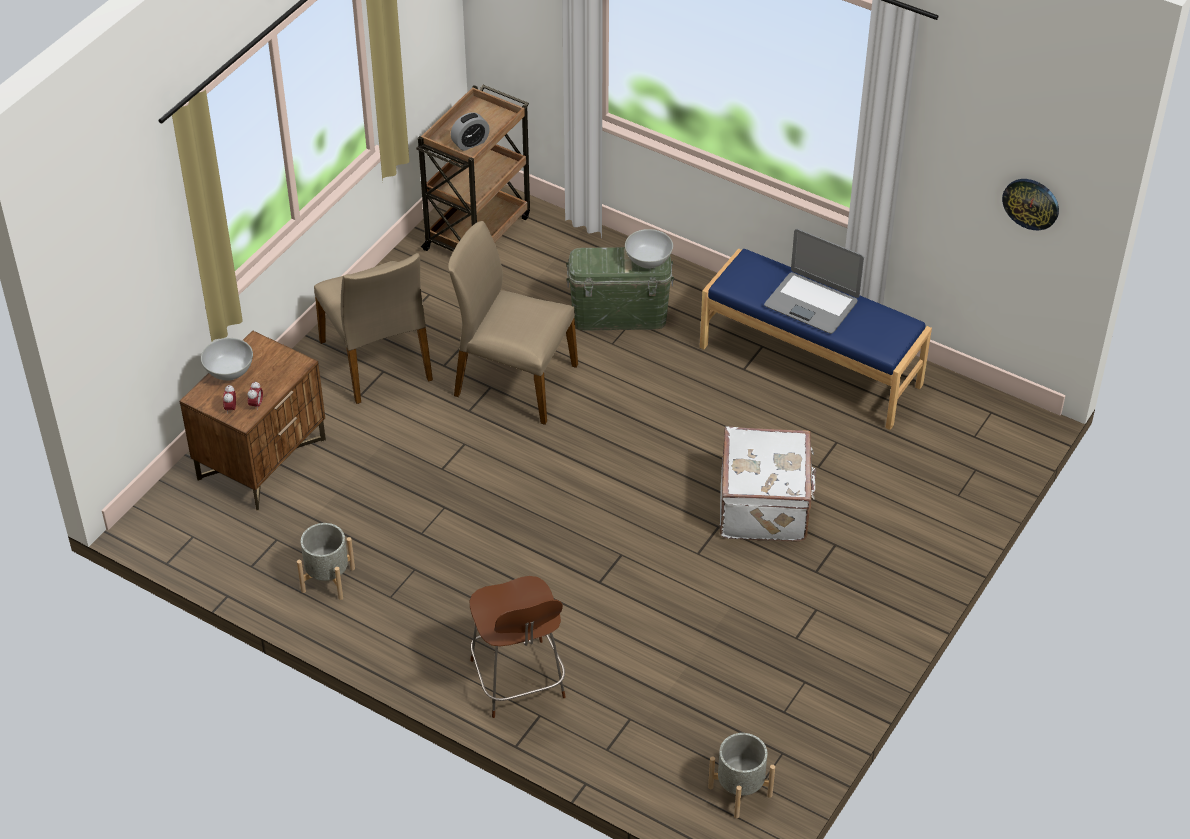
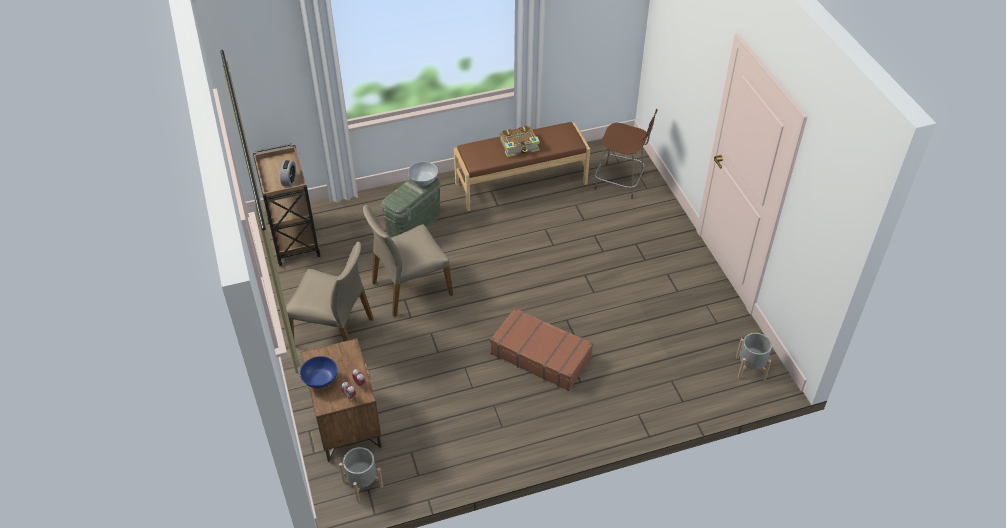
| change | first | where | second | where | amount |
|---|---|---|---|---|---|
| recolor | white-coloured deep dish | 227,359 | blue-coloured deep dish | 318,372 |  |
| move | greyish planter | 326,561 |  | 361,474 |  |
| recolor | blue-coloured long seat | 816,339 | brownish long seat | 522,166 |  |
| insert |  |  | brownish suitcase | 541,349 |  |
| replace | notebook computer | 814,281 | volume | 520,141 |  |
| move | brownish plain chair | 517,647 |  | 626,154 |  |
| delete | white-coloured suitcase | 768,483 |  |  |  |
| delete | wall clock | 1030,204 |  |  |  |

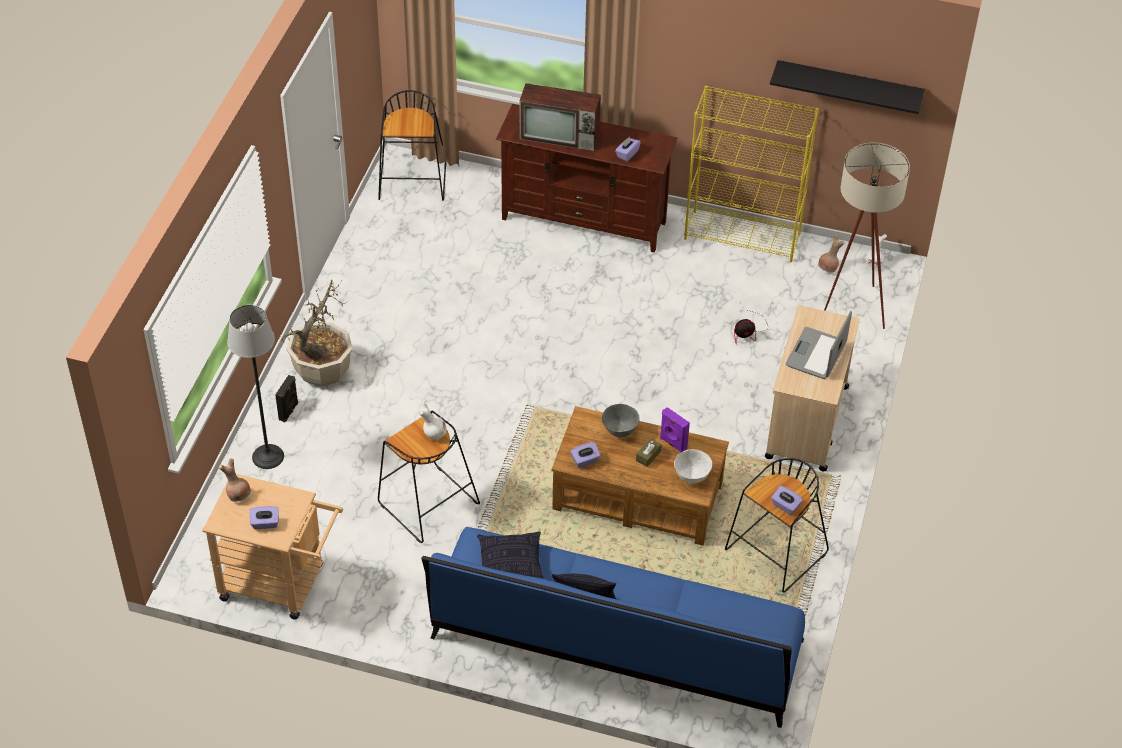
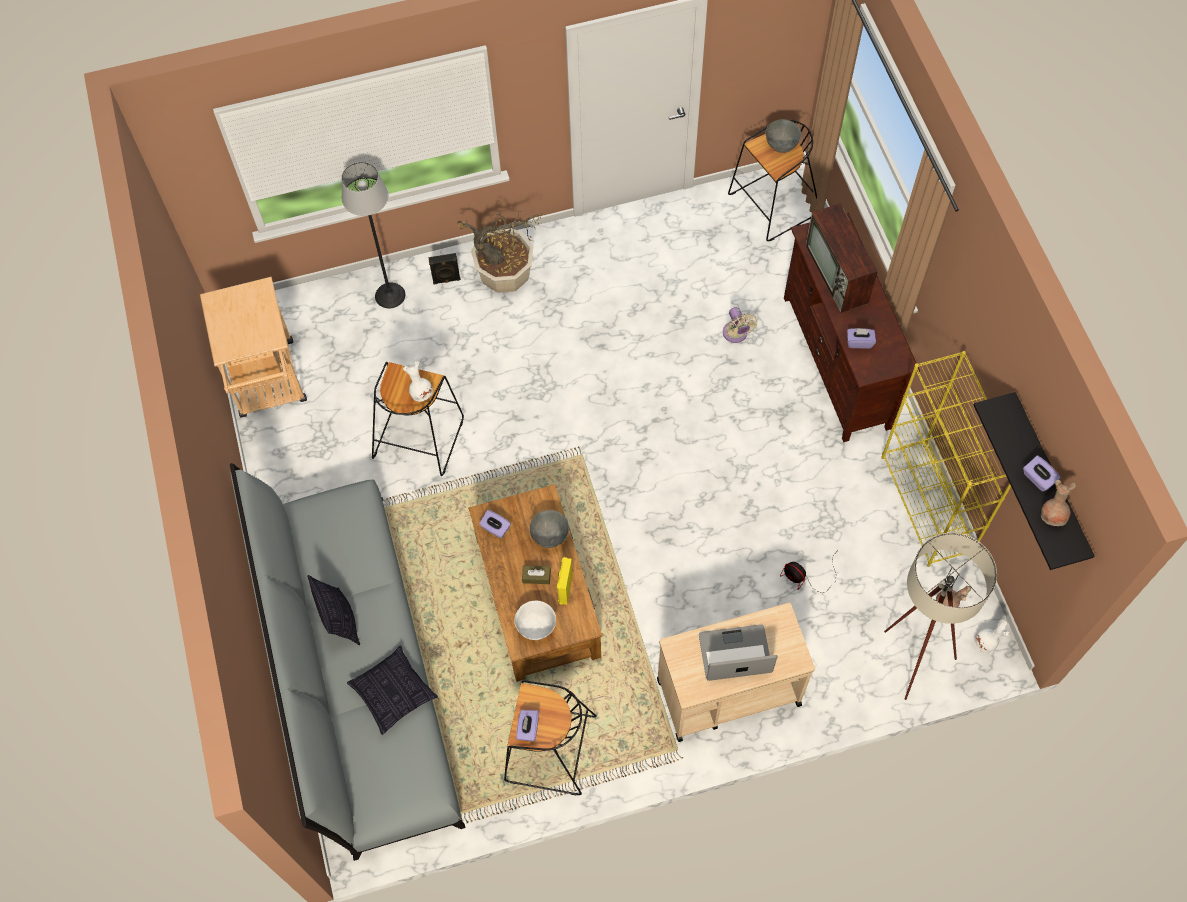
| change | first | where | second | where | amount |
|---|---|---|---|---|---|
| recolor | blue-coloured couch | 613,627 | greyish couch | 347,662 |  |
| move | pillow | 510,555 |  | 392,690 |  |
| recolor | purple-coloured audio speaker | 675,429 | yellowish audio speaker | 565,581 |  |
| insert |  |  | beige fan | 740,325 |  |
| insert |  |  | greyish deep dish | 783,136 |  |
| move | purple-coloured tissue box | 264,517 |  | 1042,473 |  |
| move | brownish flower vase | 235,480 |  | 1058,503 |  |

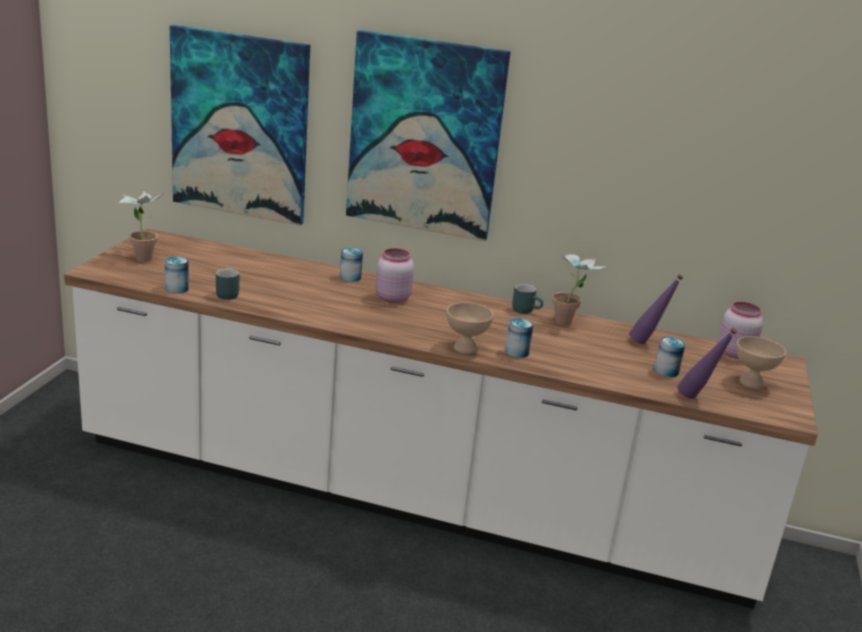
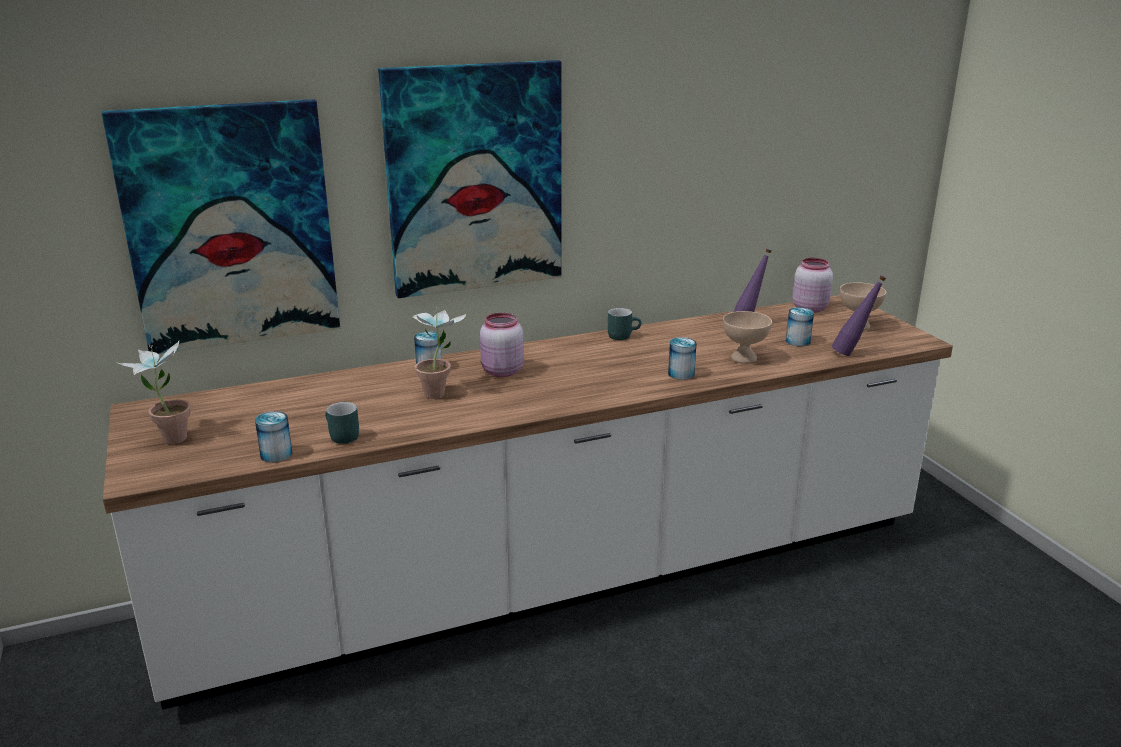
| change | first | where | second | where | amount |
|---|---|---|---|---|---|
| move | potted plant | 579,288 |  | 439,353 |  |
| move | beige deep dish | 470,328 |  | 747,337 |  |

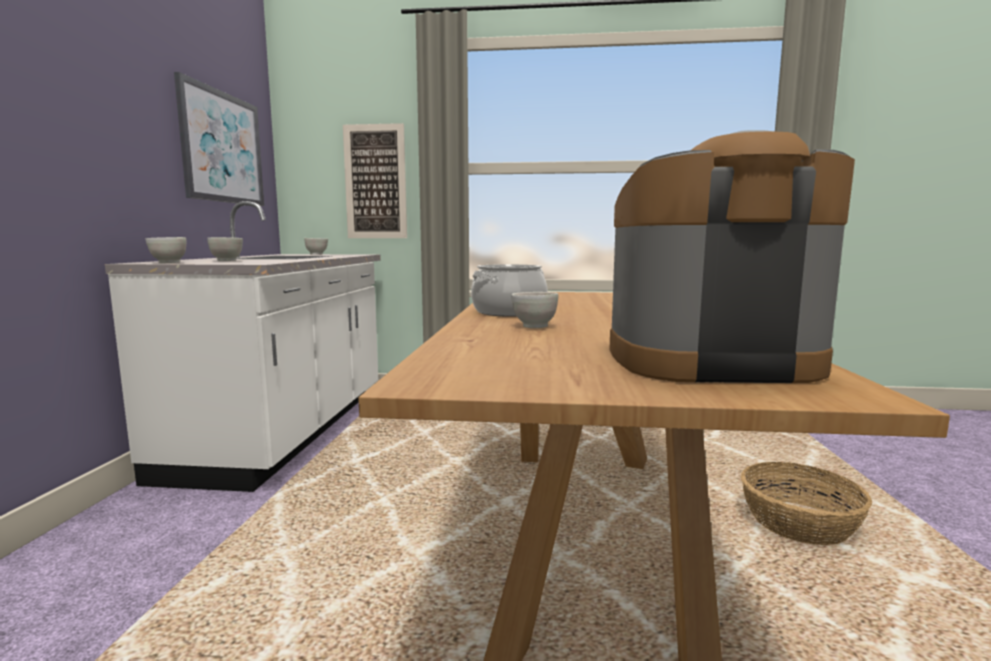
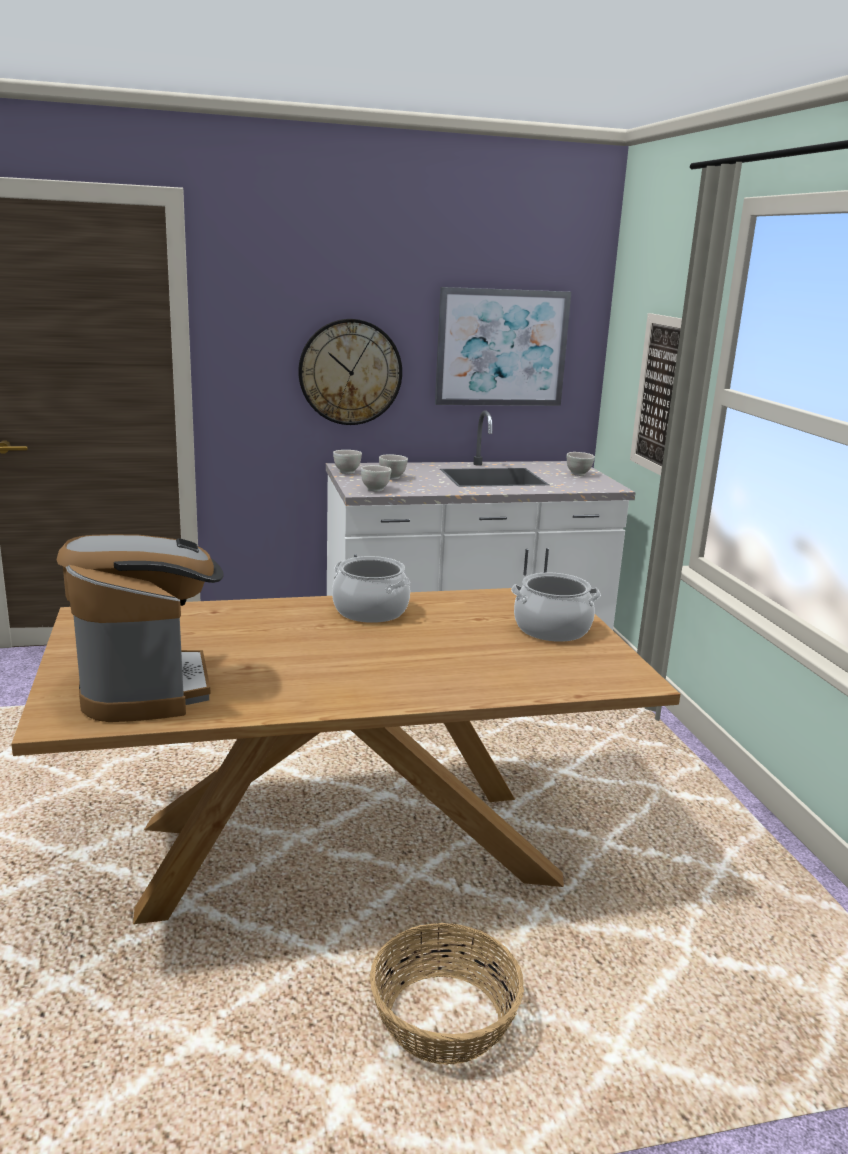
| change | first | where | second | where | amount |
|---|---|---|---|---|---|
| insert |  |  | wall clock | 350,372 |  |
| move | white-coloured deep dish | 534,310 |  | 376,478 |  |
| insert |  |  | stockpot | 556,607 |  |

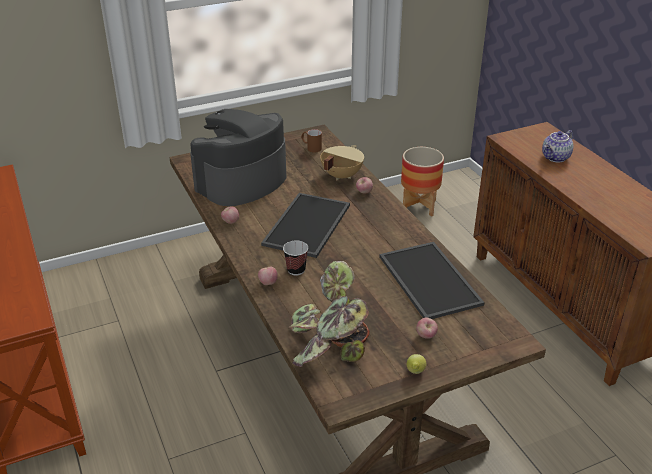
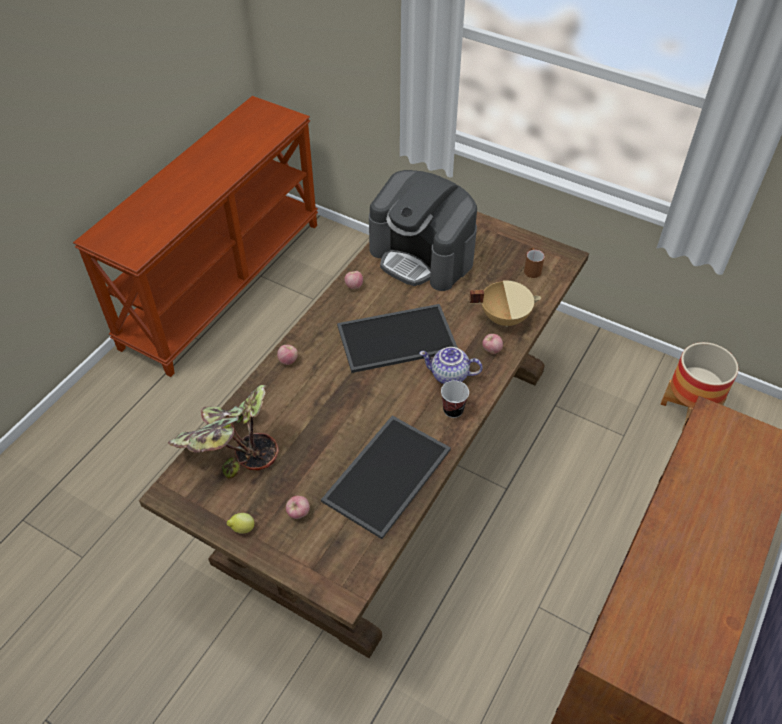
| change | first | where | second | where | amount |
|---|---|---|---|---|---|
| rotate | coffee machine | 238,157 |  | 423,230 | 150 degrees counterclockwise |
| move | pot for tea | 557,146 |  | 450,365 |  |
| move | cup | 295,258 |  | 455,399 |  |

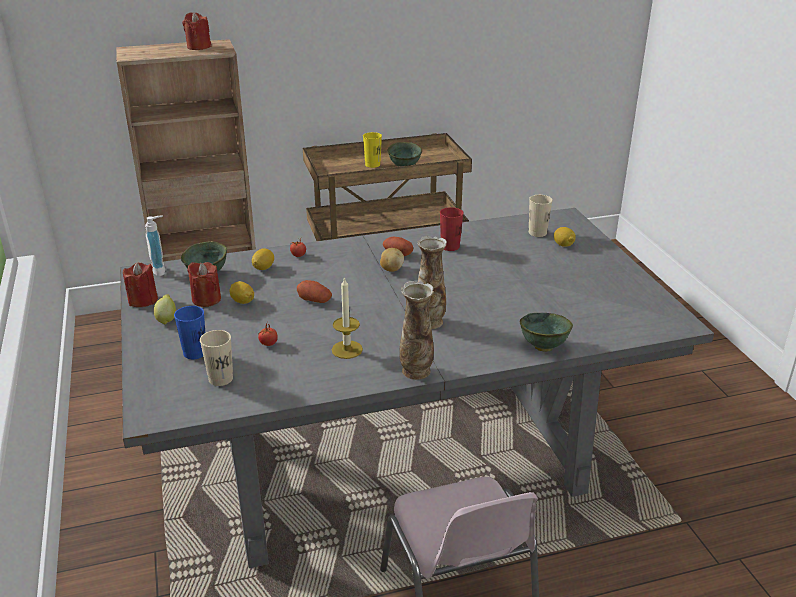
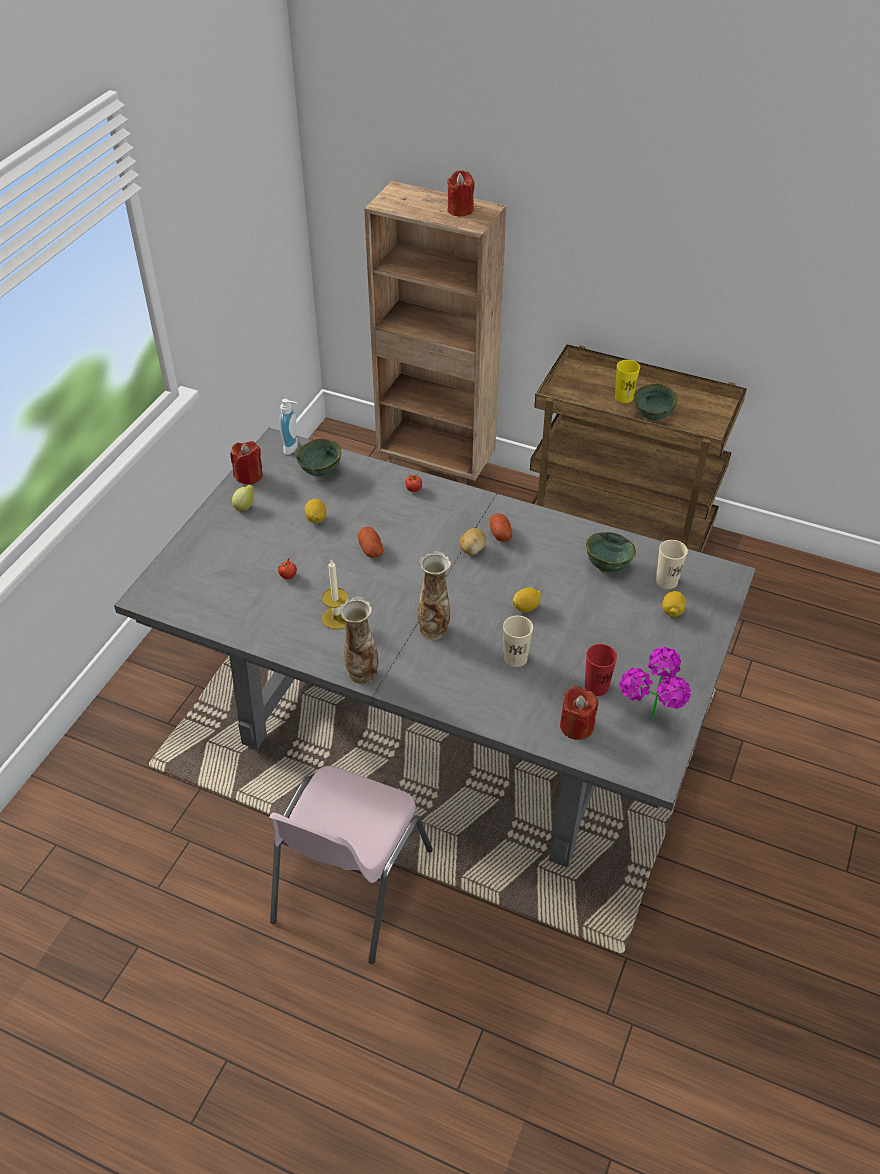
| change | first | where | second | where | amount |
|---|---|---|---|---|---|
| move | beige cup | 216,358 |  | 518,641 |  |
| move | whole lemon | 263,259 |  | 527,599 |  |
| move | reddish wax candle | 204,284 |  | 579,713 |  |
| move | reddish cup | 452,229 |  | 601,670 |  |
| move | greenish deep dish | 546,332 |  | 611,552 |  |
| insert |  |  | potted plant | 655,682 |  |
| delete | blue-coloured cup | 189,332 |  |  |  |

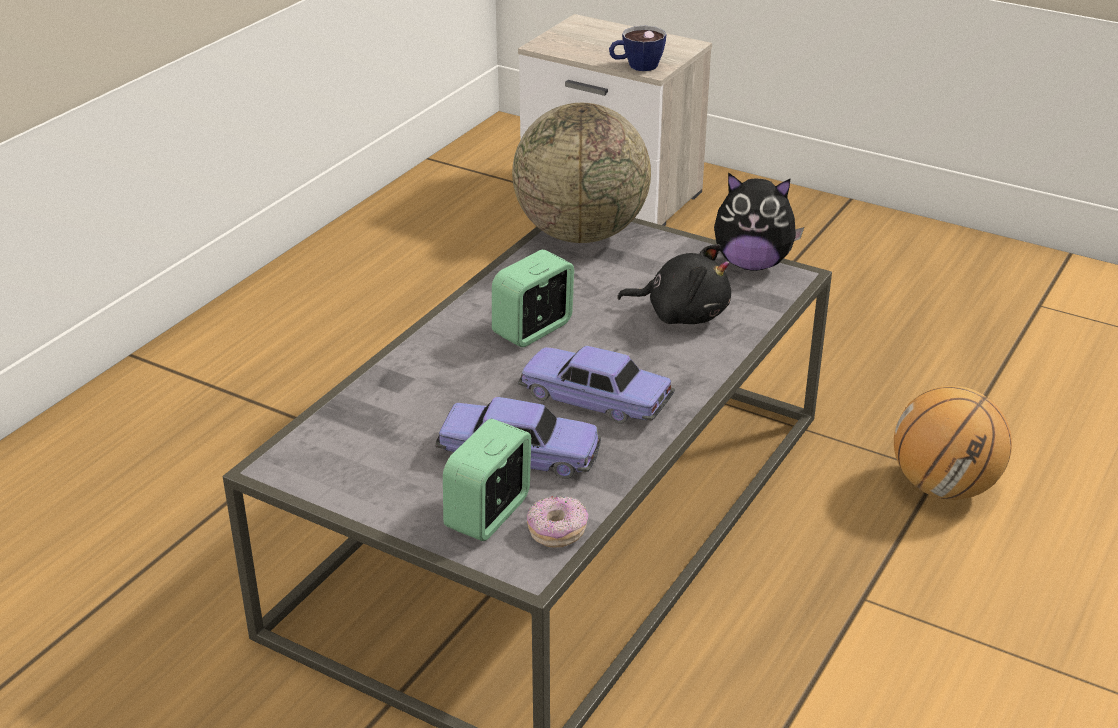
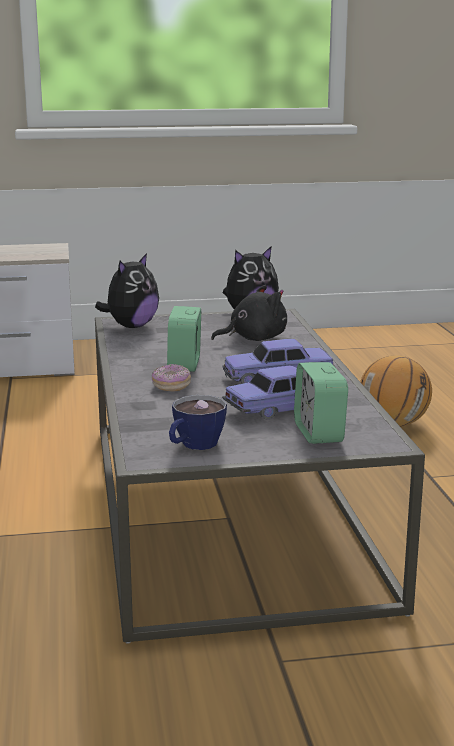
| change | first | where | second | where | amount |
|---|---|---|---|---|---|
| replace | globe | 581,173 | cuddly toy | 127,290 |  |
| move | donut | 557,521 |  | 171,378 |  |
| move | cup | 637,48 |  | 198,422 |  |

